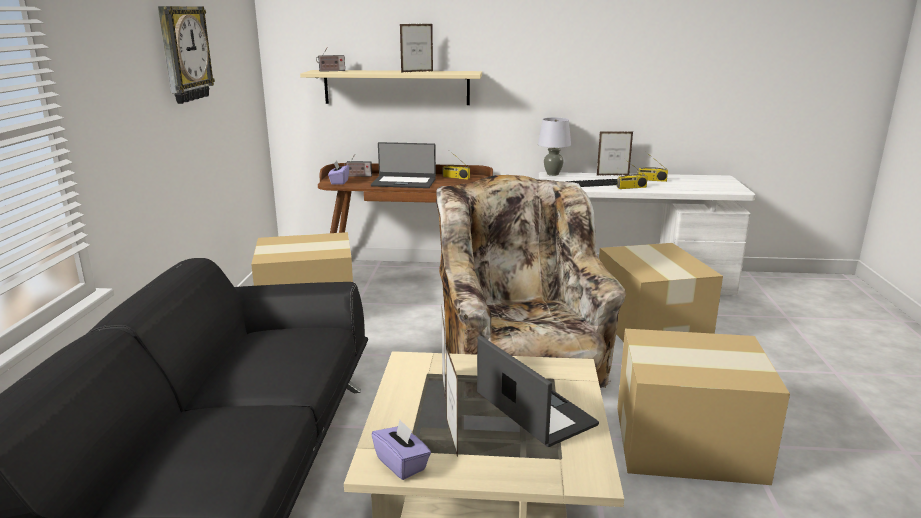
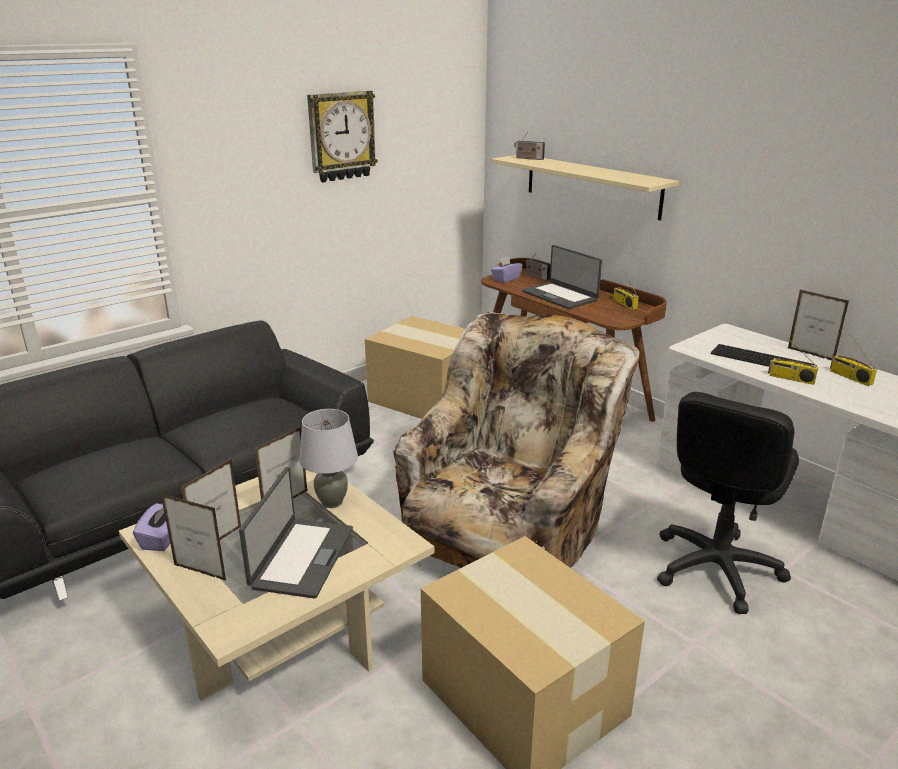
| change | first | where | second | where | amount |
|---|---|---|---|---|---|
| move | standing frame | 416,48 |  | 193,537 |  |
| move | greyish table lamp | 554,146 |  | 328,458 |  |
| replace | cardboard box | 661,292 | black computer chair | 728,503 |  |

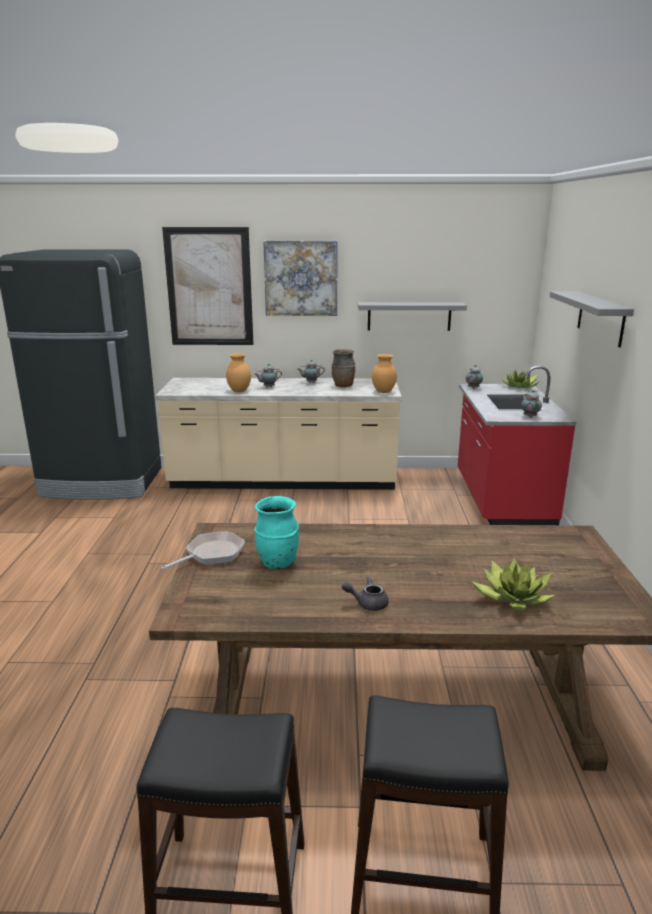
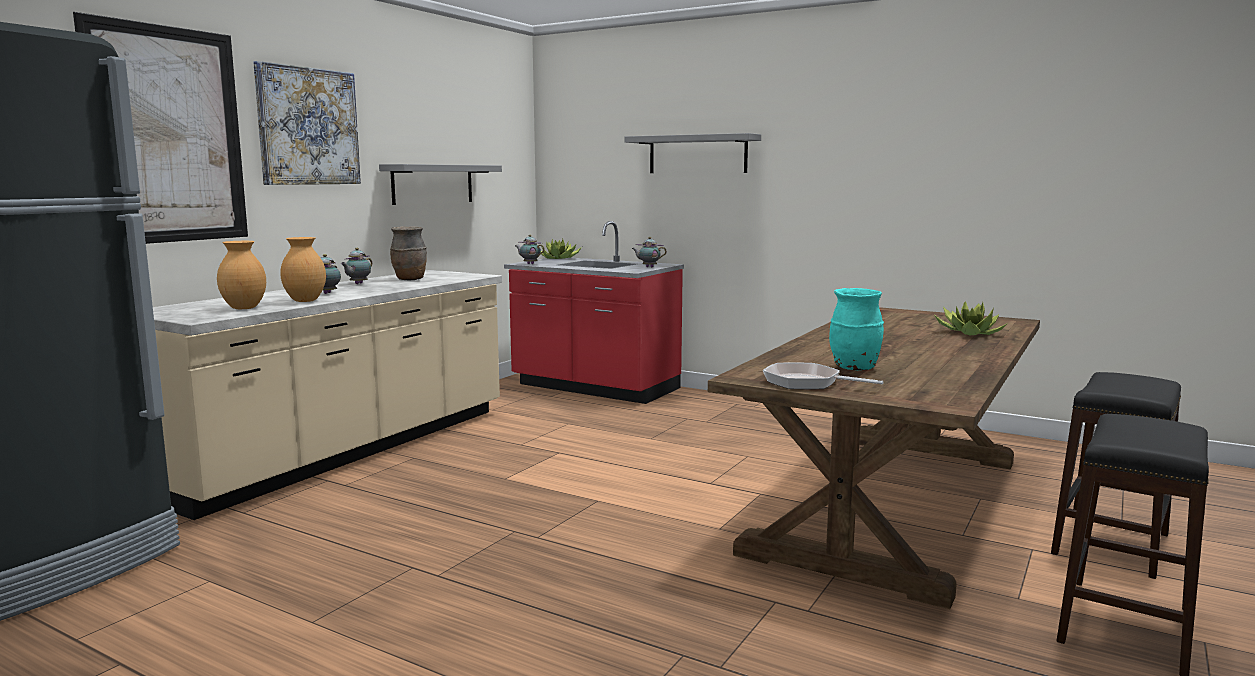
| change | first | where | second | where | amount |
|---|---|---|---|---|---|
| move | brownish flower vase | 384,373 |  | 241,275 |  |
| rotate | skillet | 202,550 |  | 823,376 | 45 degrees counterclockwise |
| delete | greyish pot for tea | 365,594 |  |  |  |

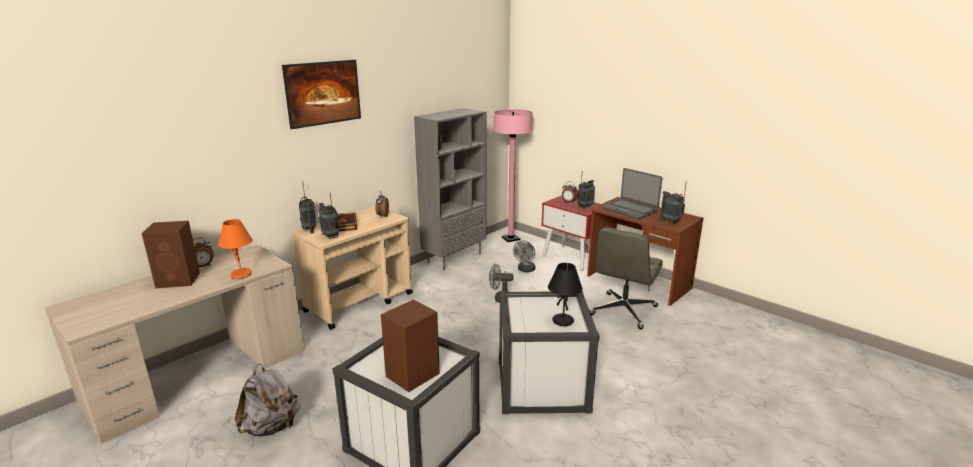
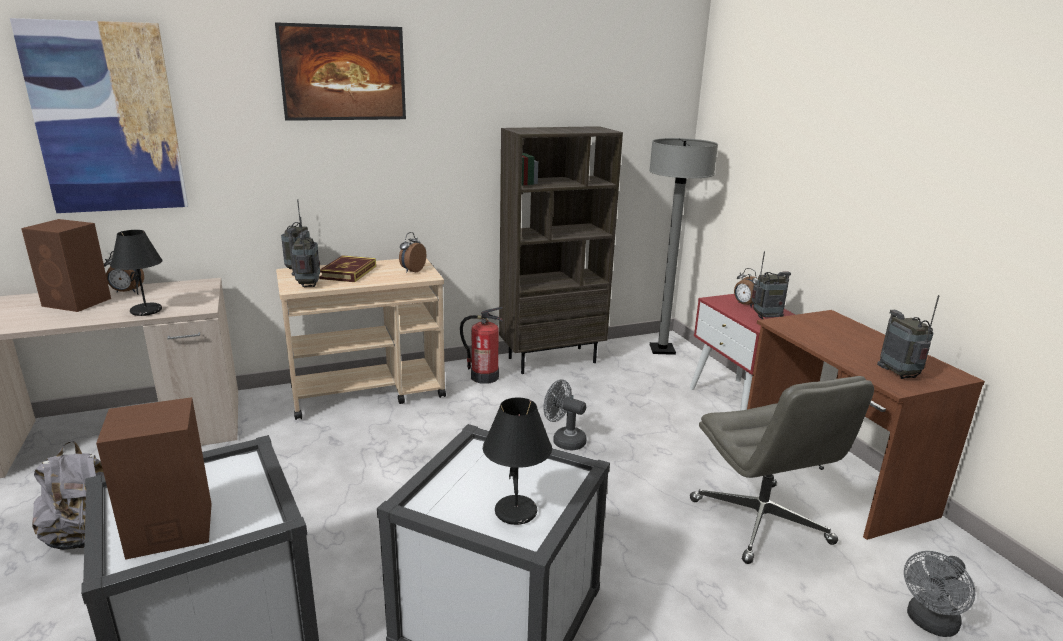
| change | first | where | second | where | amount |
|---|---|---|---|---|---|
| insert |  |  | picture | 99,115 |  |
| recolor | orange-coloured table lamp | 235,249 | black table lamp | 136,273 |  |
| insert |  |  | fire extinguisher | 481,345 |  |
| recolor | greyish bookshelf | 450,189 | brownish bookshelf | 561,250 |  |
| recolor | pink standing lamp | 513,175 | greyish standing lamp | 683,246 |  |
| rotate | greyish computer chair | 626,278 |  | 782,470 | 75 degrees counterclockwise |
| move | greyish fan | 524,256 |  | 939,594 |  |
| delete | notebook computer | 632,193 |  |  |  |

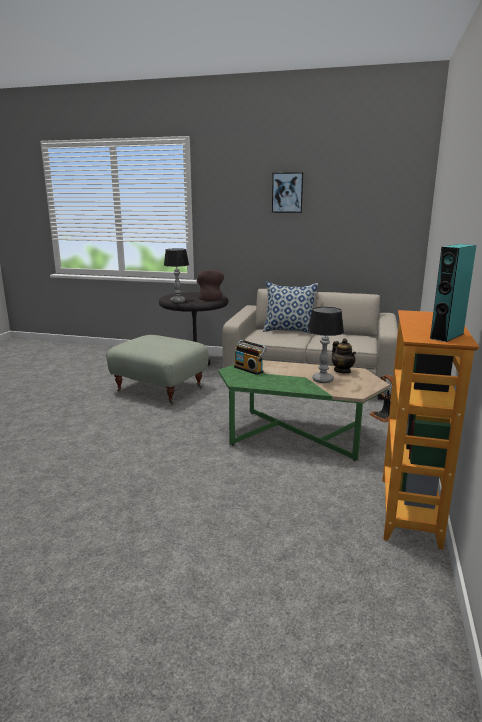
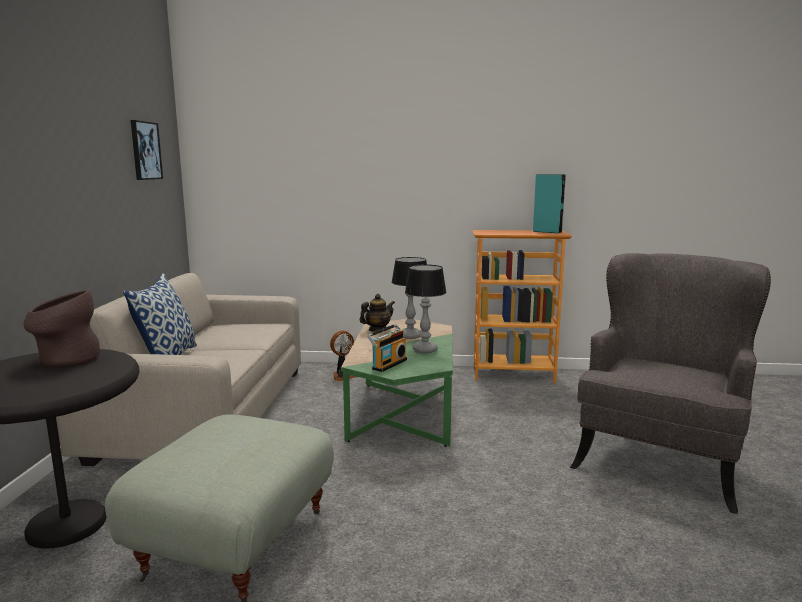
| change | first | where | second | where | amount |
|---|---|---|---|---|---|
| move | picture | 287,192 |  | 147,150 |  |
| move | table lamp | 176,275 |  | 425,309 |  |
| insert |  |  | greyish armchair | 670,383 |  |

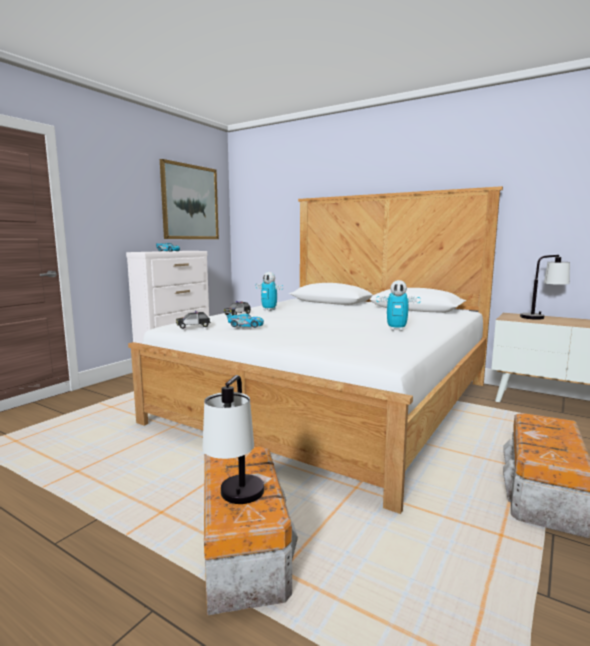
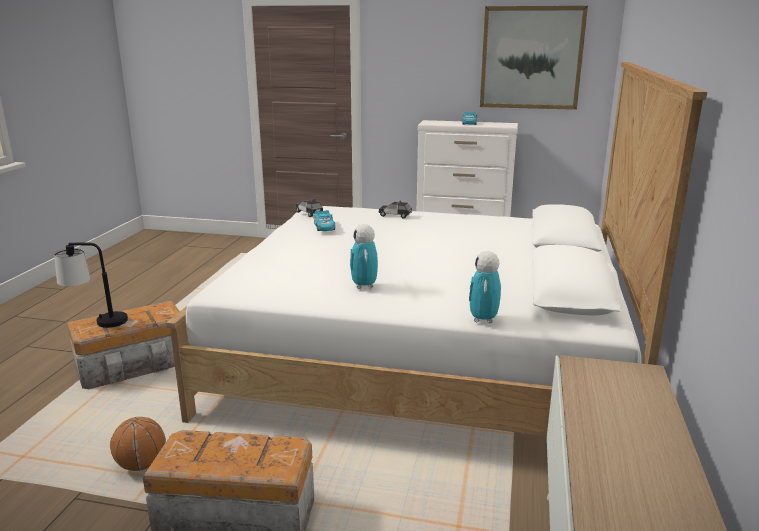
| change | first | where | second | where | amount |
|---|---|---|---|---|---|
| insert |  |  | basketball ball | 138,444 |  |
| move | model robot | 269,291 |  | 485,287 |  |
| delete | table lamp | 545,287 |  |  |  |

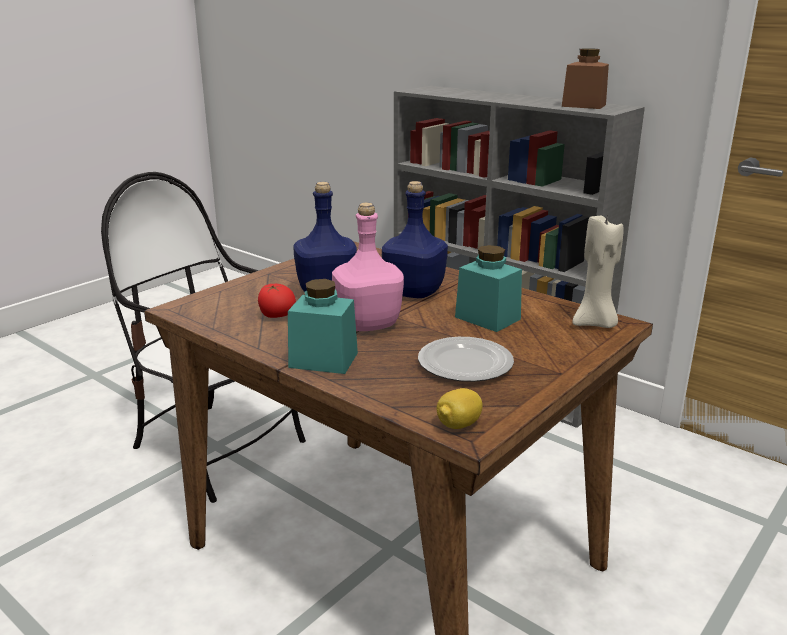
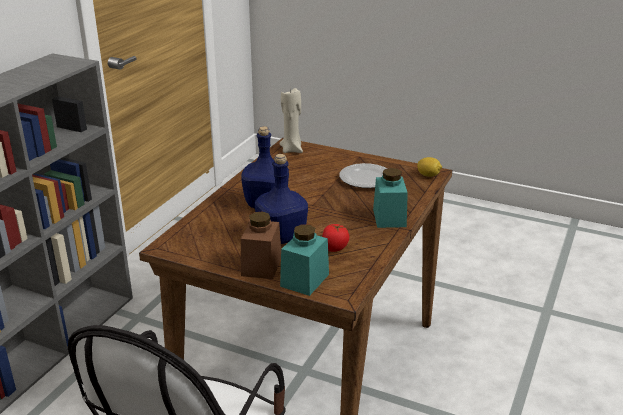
| change | first | where | second | where | amount |
|---|---|---|---|---|---|
| move | brownish preserve jar | 585,78 |  | 261,245 |  |
| move | turquoise preserve jar | 488,288 |  | 304,260 |  |
| delete | pink bottle | 368,267 |  |  |  |

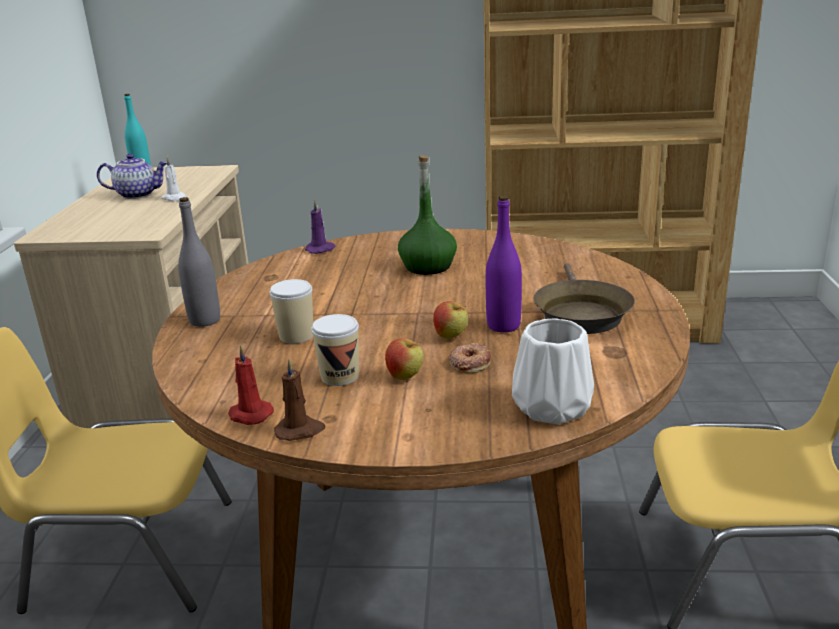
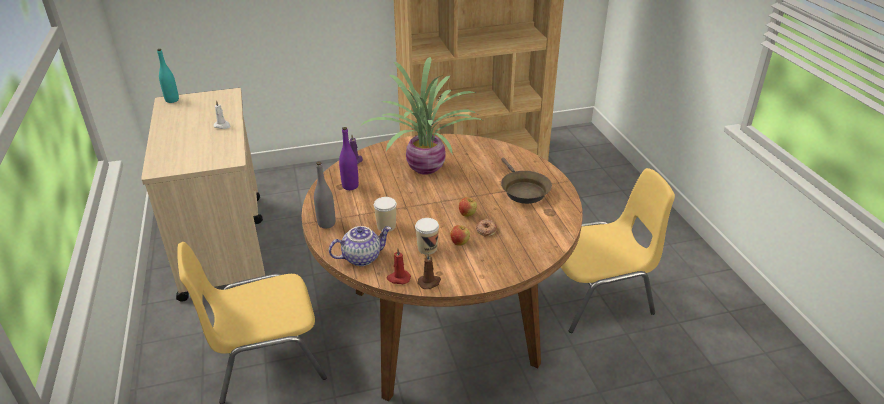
| change | first | where | second | where | amount |
|---|---|---|---|---|---|
| move | pot for tea | 132,176 |  | 360,246 |  |
| move | purple-coloured bottle | 504,264 |  | 349,158 |  |
| replace | greenish bottle | 427,215 | potted plant | 422,116 |  |
| delete | white-coloured flower vase | 553,371 |  |  |  |

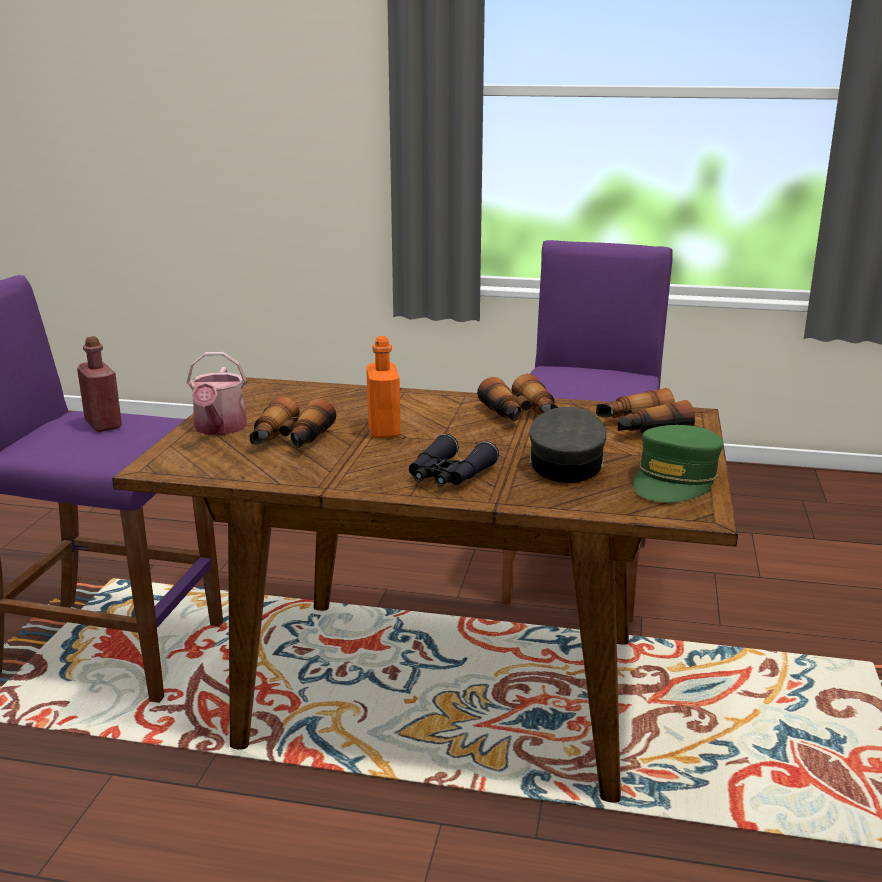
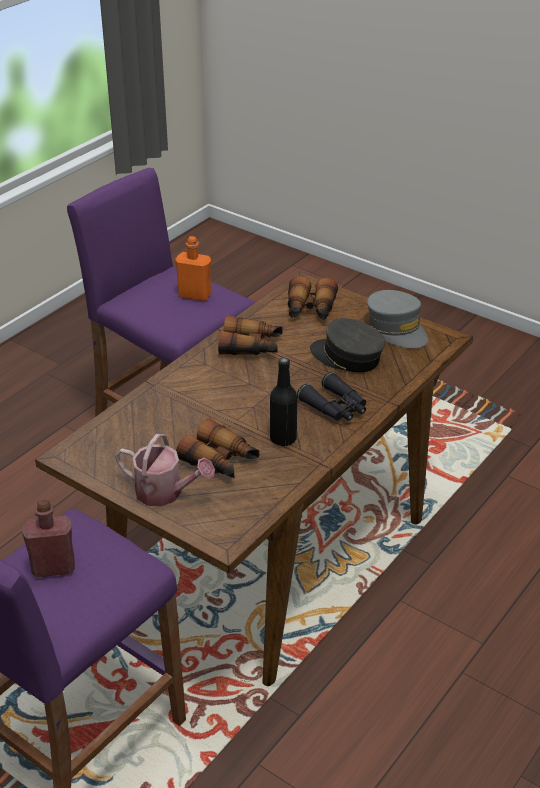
| change | first | where | second | where | amount |
|---|---|---|---|---|---|
| move | orange-coloured bottle | 383,387 |  | 193,268 |  |
| insert |  |  | black bottle | 283,402 |  |
| recolor | greenish cap | 678,464 | greyish cap | 397,319 |  |

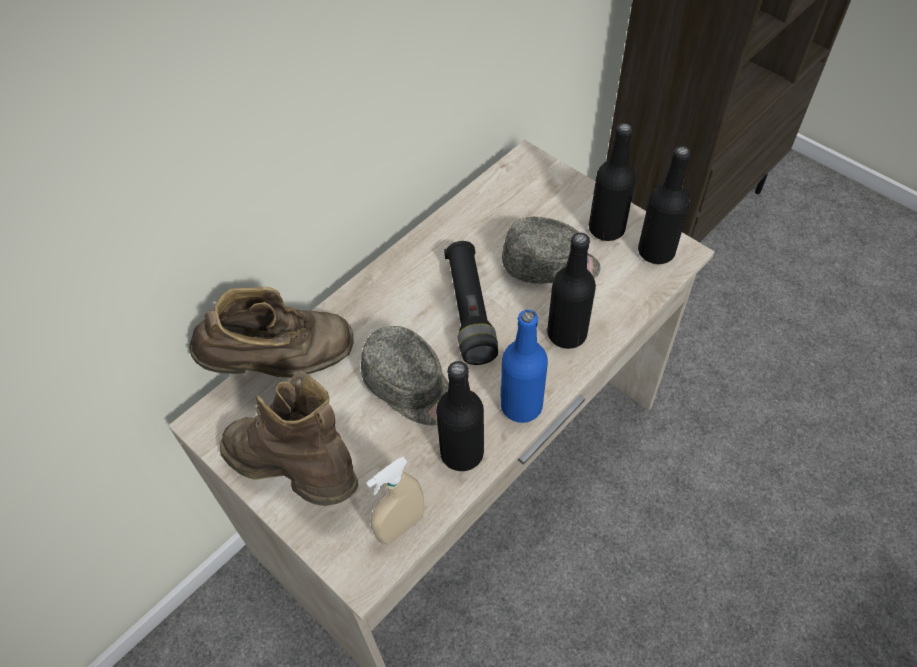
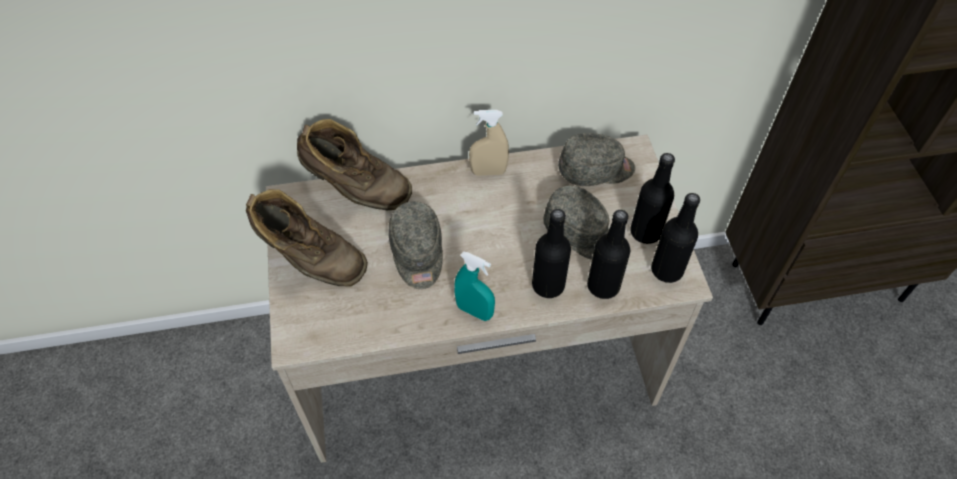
| change | first | where | second | where | amount |
|---|---|---|---|---|---|
| rotate | brownish high-top boot | 289,438 |  | 307,237 | 135 degrees clockwise |
| replace | blue-coloured bottle | 524,366 | turquoise sprayer | 474,286 |  |
| move | beige sprayer | 395,500 |  | 489,143 |  |
| insert |  |  | greyish cap | 596,159 |  |
| move | black bottle | 460,416 |  | 608,254 |  |
| delete | black hand torch | 471,303 |  |  |  |

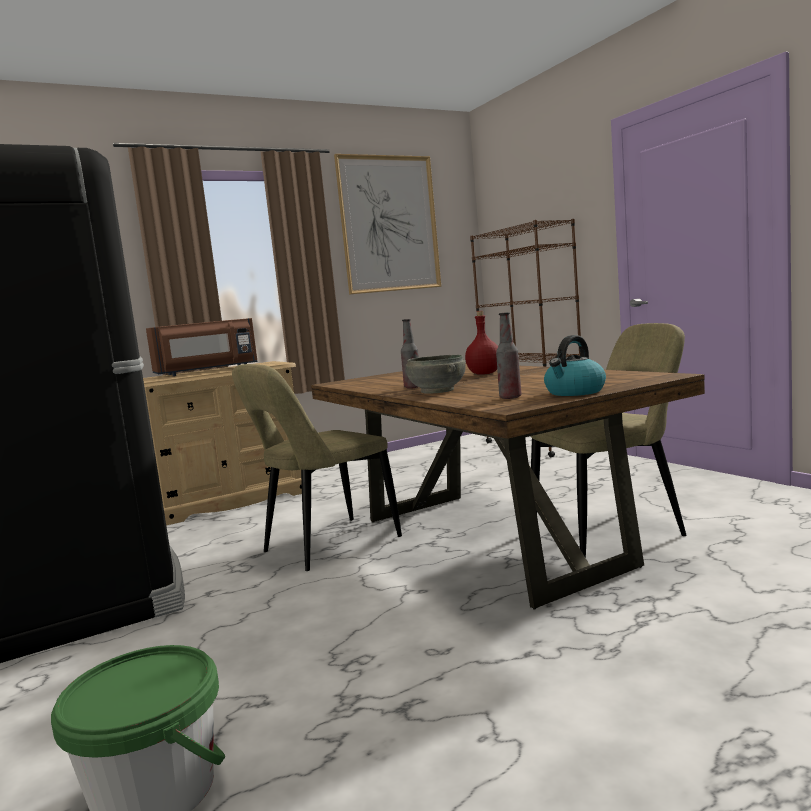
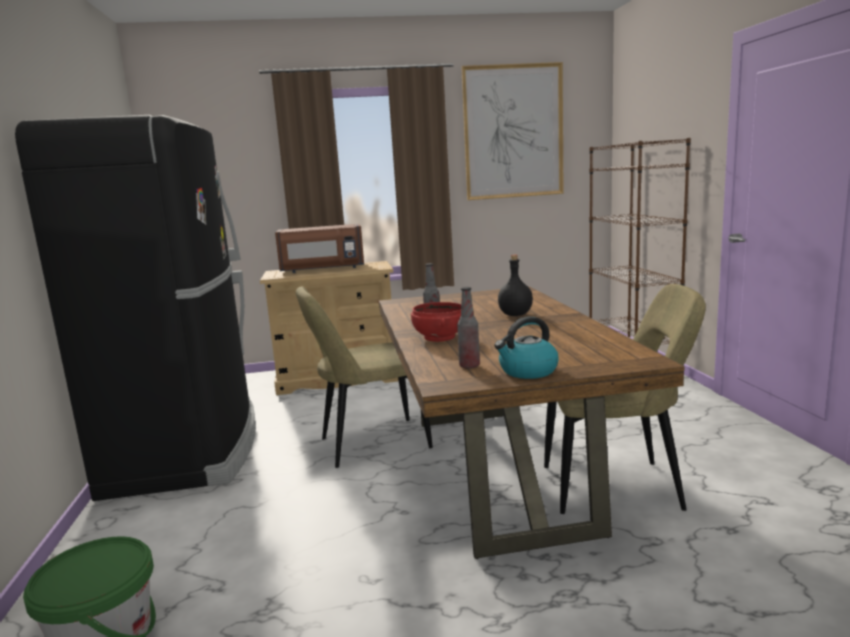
| change | first | where | second | where | amount |
|---|---|---|---|---|---|
| recolor | greyish deep dish | 436,374 | reddish deep dish | 436,322 |  |
| recolor | reddish bottle | 481,343 | black bottle | 515,285 |  |

